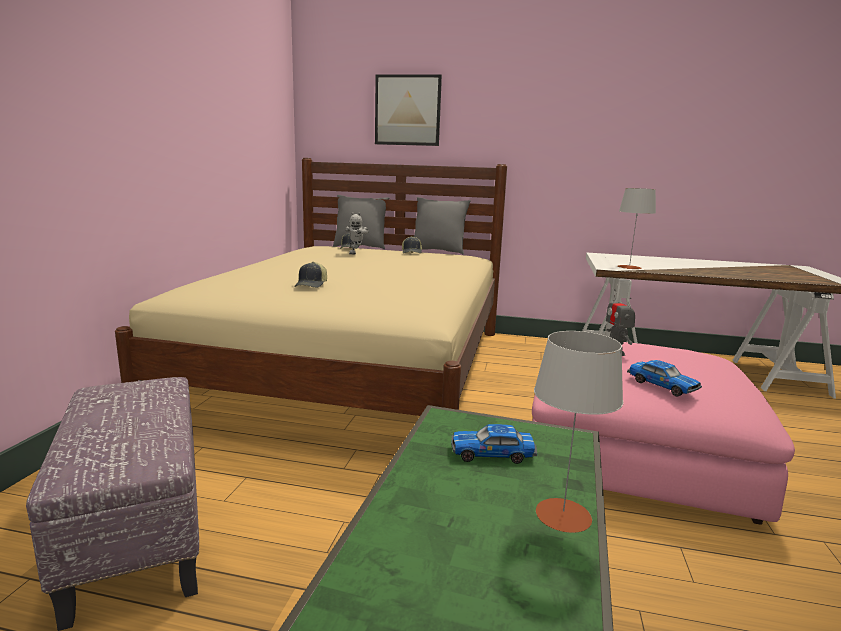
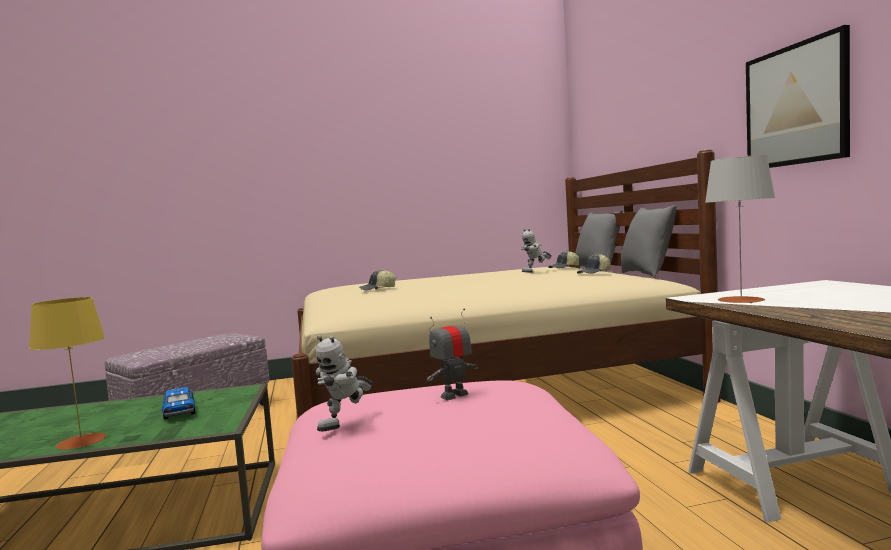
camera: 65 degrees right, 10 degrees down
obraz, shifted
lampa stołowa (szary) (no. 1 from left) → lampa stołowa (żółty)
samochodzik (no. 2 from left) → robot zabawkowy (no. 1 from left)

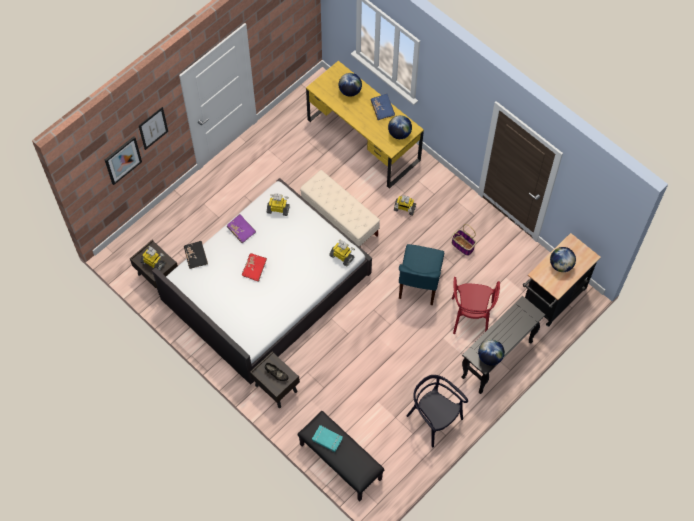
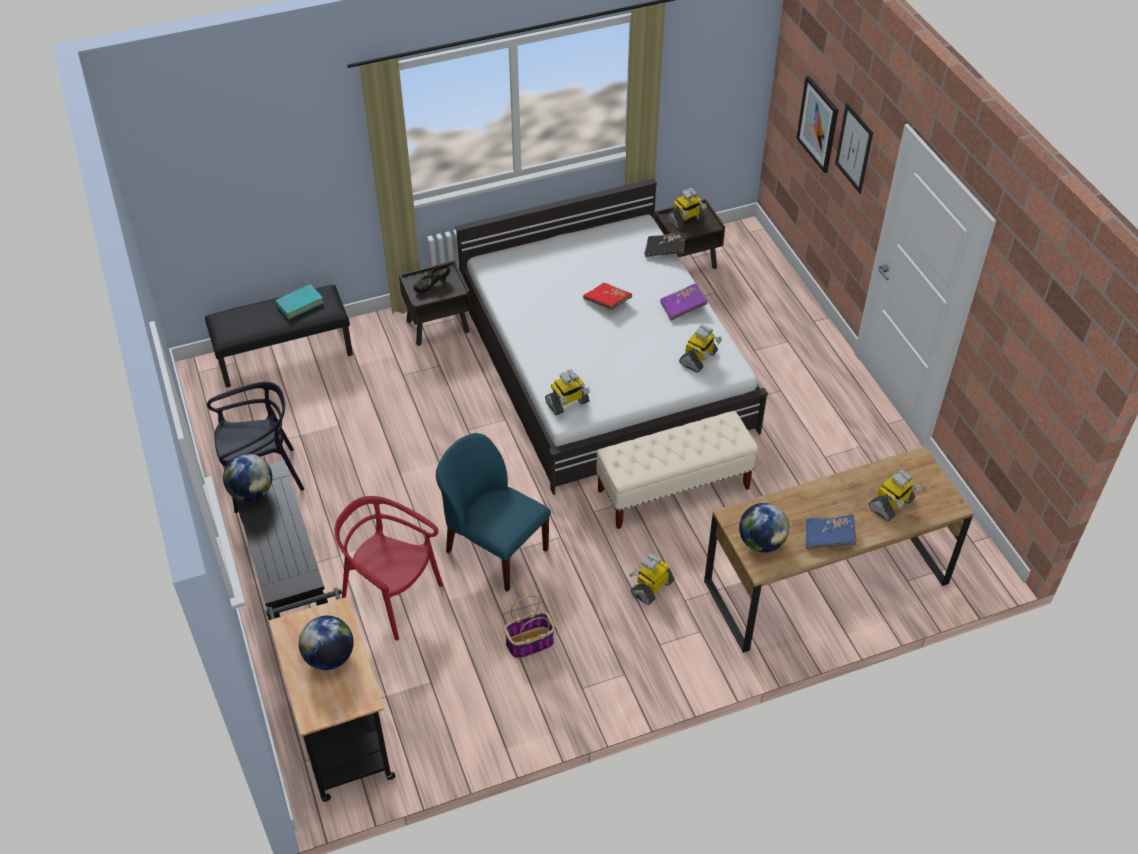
camera: 115 degrees right, 15 degrees down
biurko (żółty) → biurko (brązowy)
globus (no. 1 from left) → robot zabawkowy (no. 5 from left)

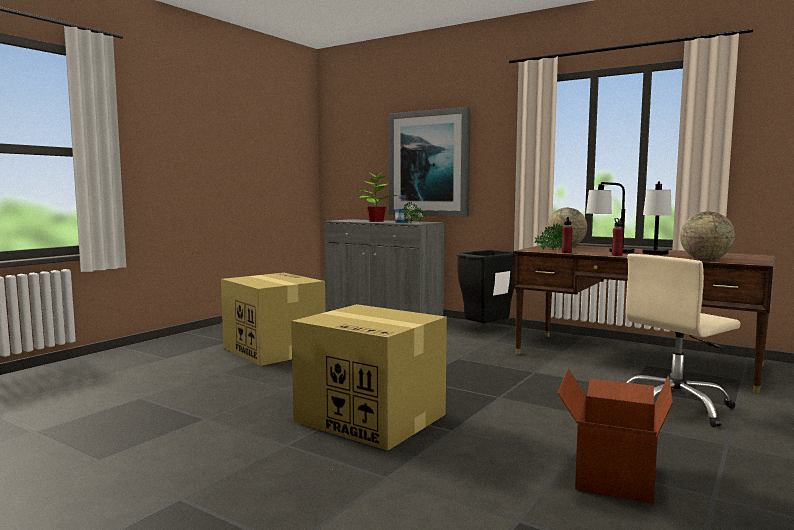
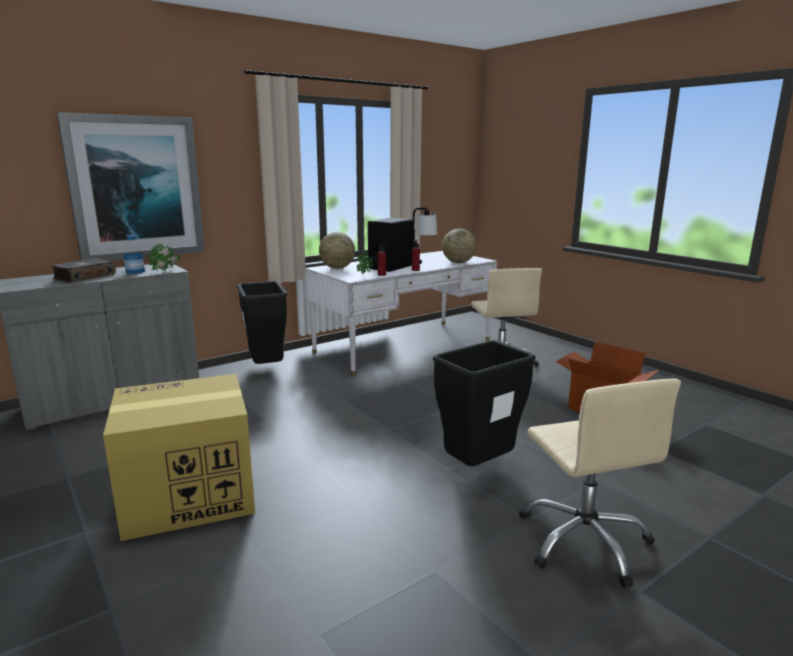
camera: 70 degrees left, 10 degrees up
roślina doniczkowa (no. 1 from left) → książka
lampa stołowa (no. 1 from left) → głośnik (czarny)
biurko (brązowy) → biurko (biały)
karton (no. 2 from left) → kosz na śmieci (czarny) (no. 2 from left)
- → krzesło biurowe (beżowy) (no. 2 from left)

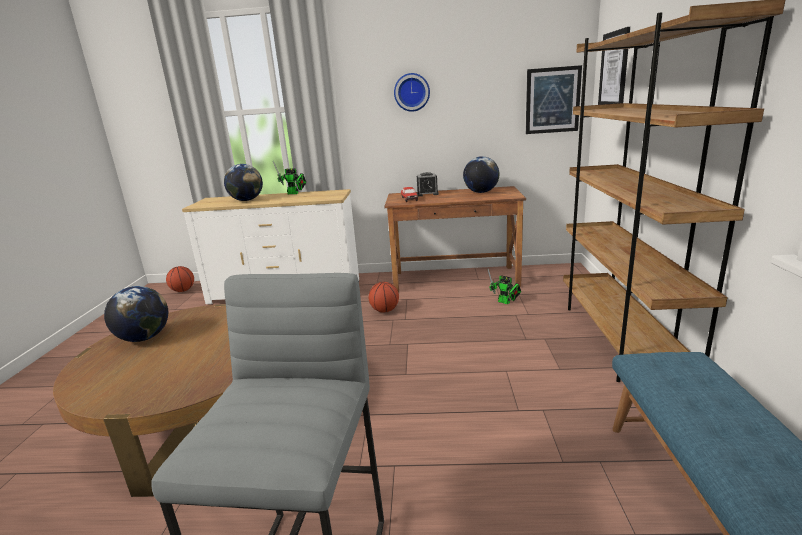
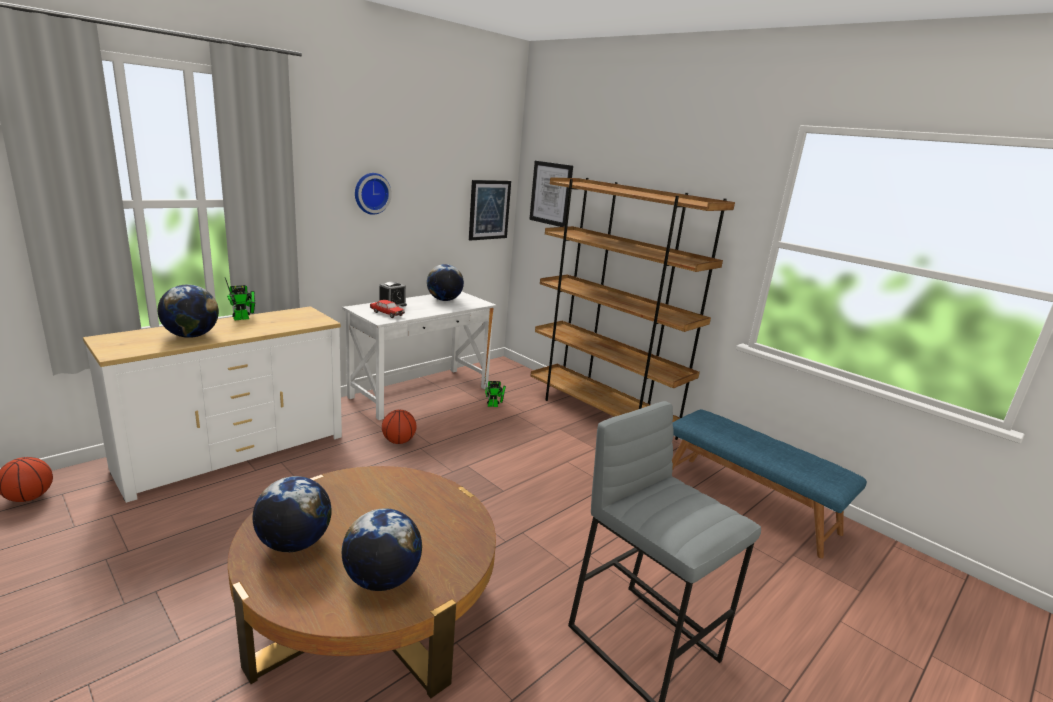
camera: 50 degrees left, 0 degrees up
biurko (brązowy) → biurko (biały)
- → globus (no. 3 from left)

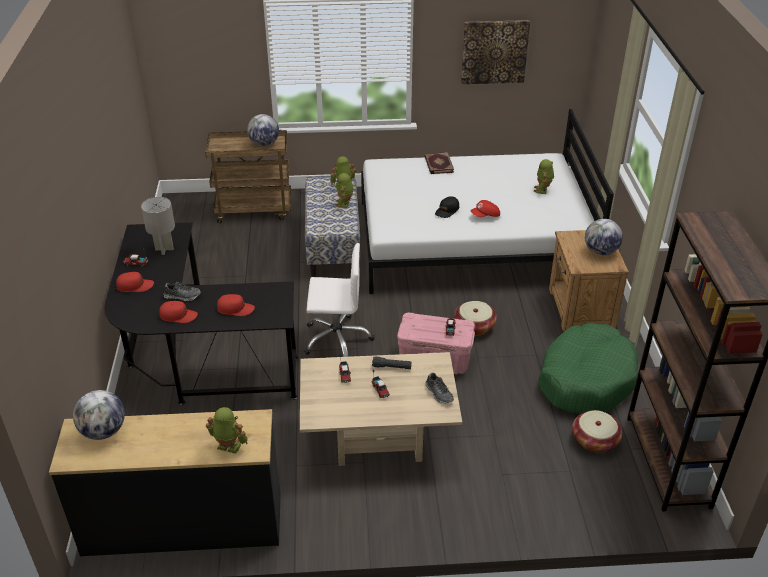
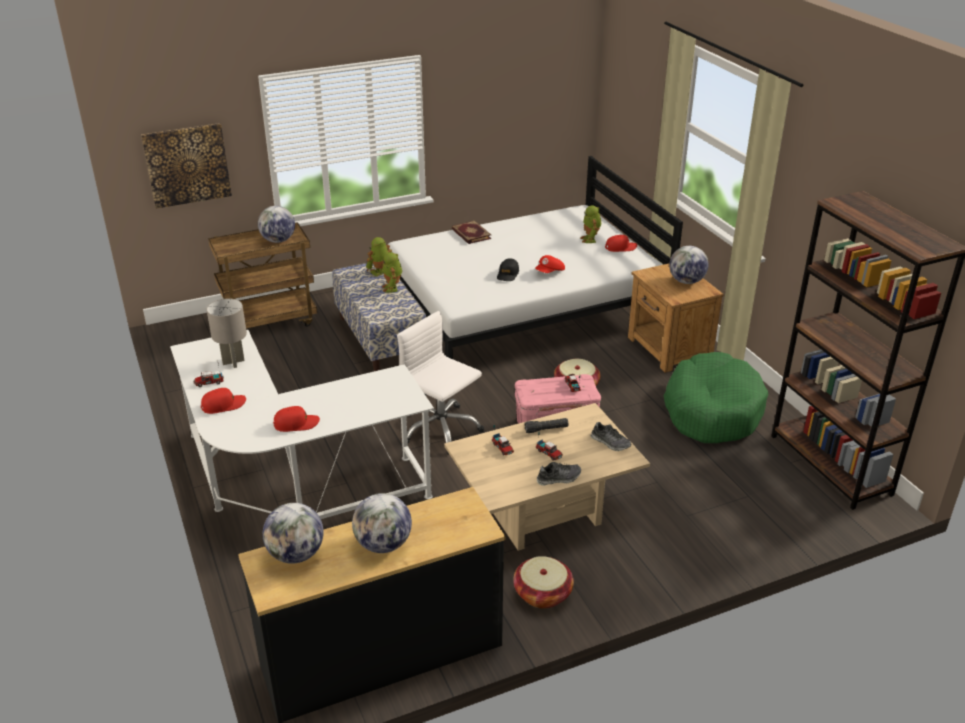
camera: 20 degrees left, 5 degrees down
obraz, shifted
biurko (czarny) → biurko (biały)
krzesło biurowe (biały), 120 degrees counterclockwise
but (no. 1 from left), shifted
czapka z daszkiem (czerwony) (no. 3 from left in the first image) → czapka z daszkiem (czerwony) (no. 4 from left), shifted
robot zabawkowy (no. 1 from left) → -
koszyk (no. 2 from left in the first image) → koszyk (no. 1 from left), shifted
- → globus (no. 3 from left)

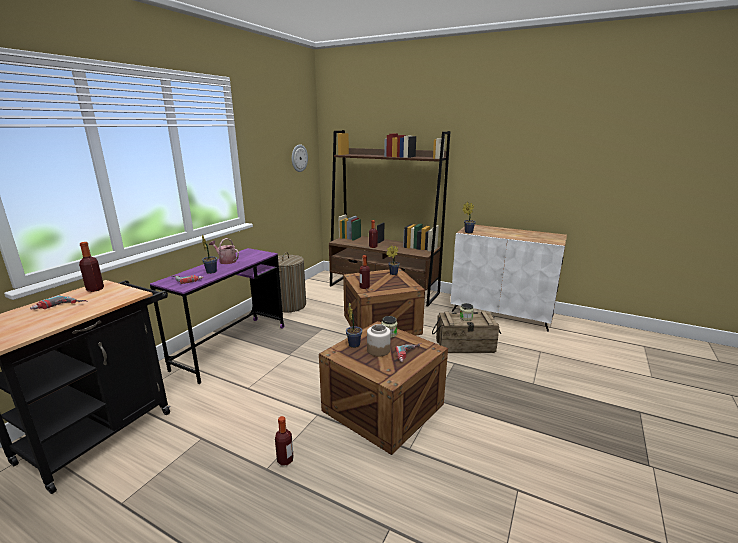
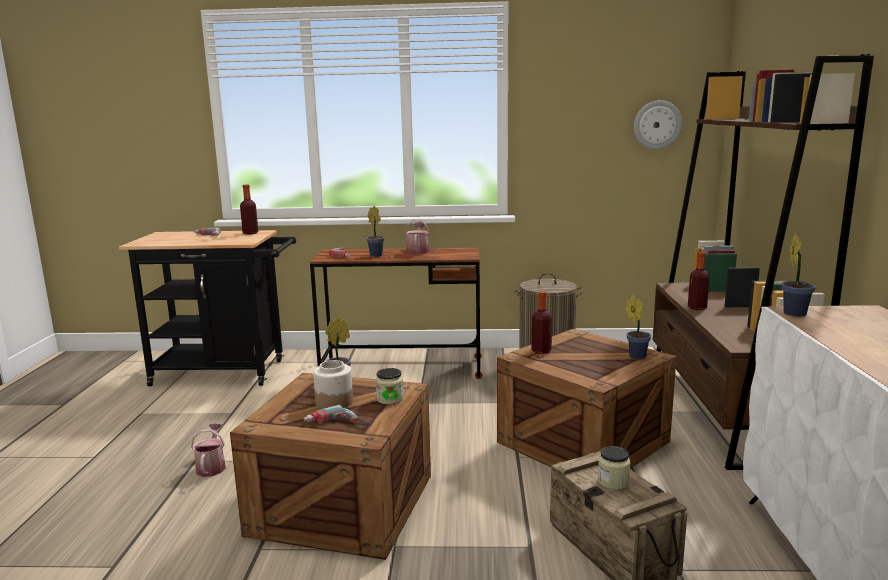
camera: 65 degrees right, 5 degrees down
biurko (fioletowy) → biurko (brązowy)
butelka (no. 2 from left) → konewka (no. 1 from left)

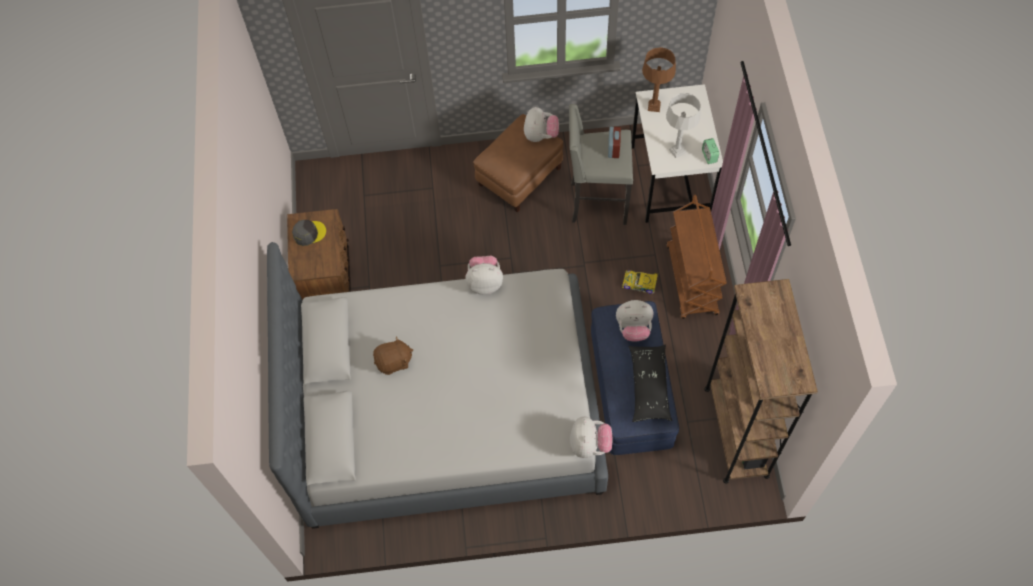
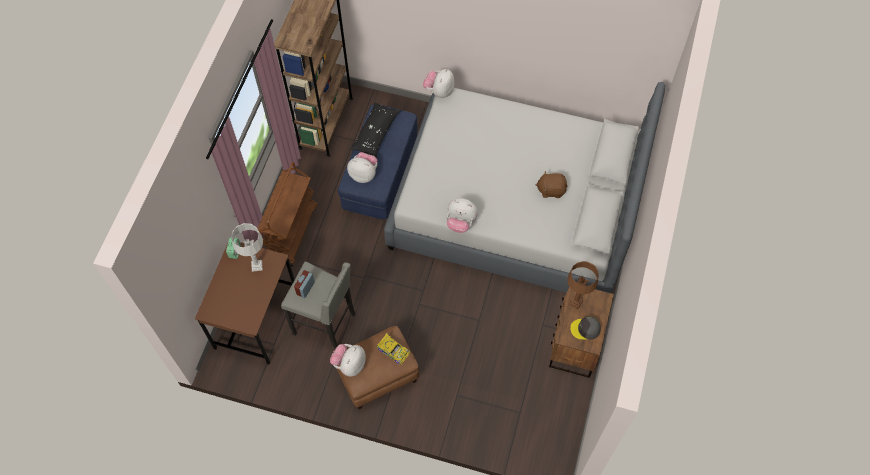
camera: 160 degrees left, 0 degrees up
lampa stołowa (brązowy), shifted
biurko (biały) → biurko (brązowy)
samochodzik, shifted

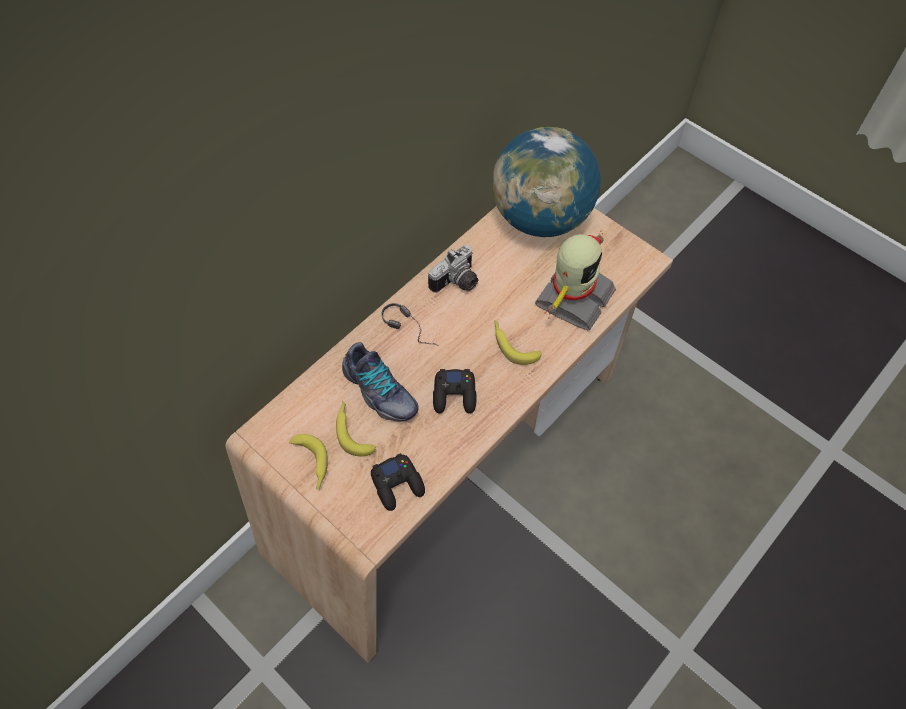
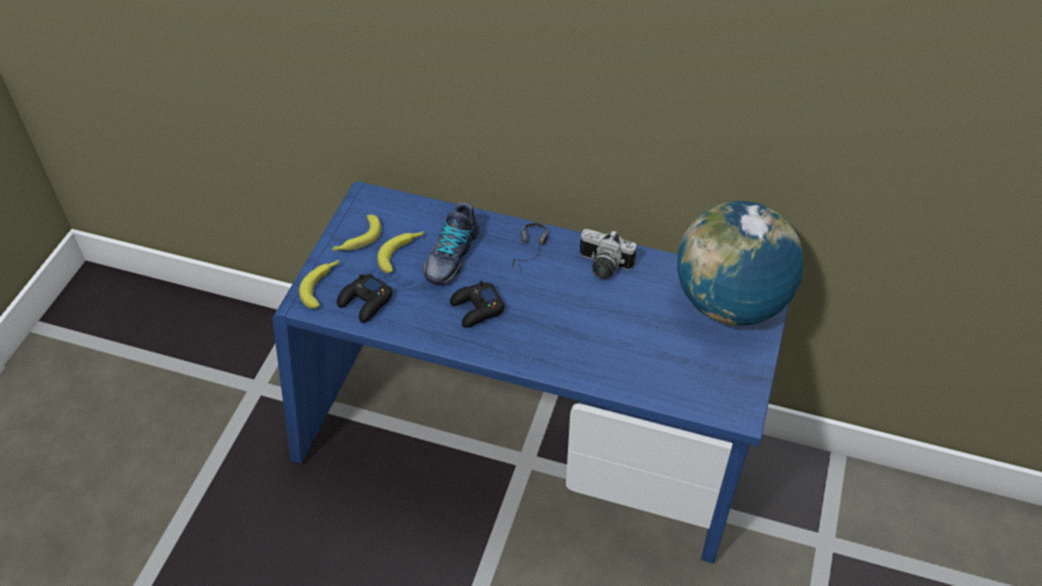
camera: 65 degrees right, 10 degrees down
biurko (beżowy) → biurko (niebieski)
robot zabawkowy → -
banan (no. 3 from left in the first image) → banan (no. 1 from left), shifted

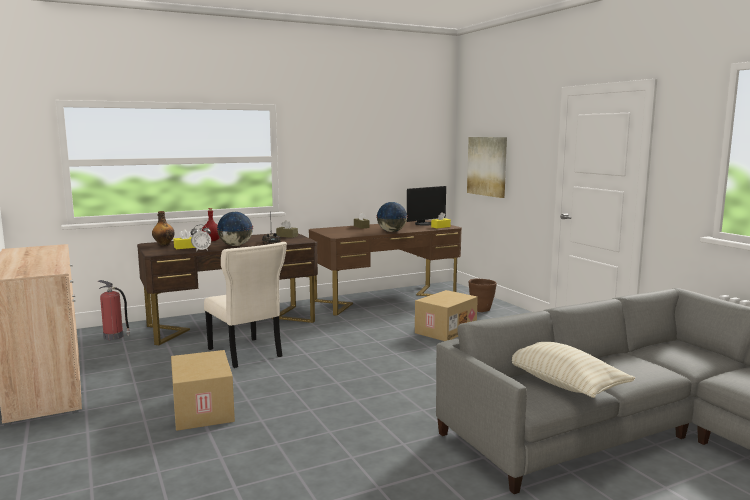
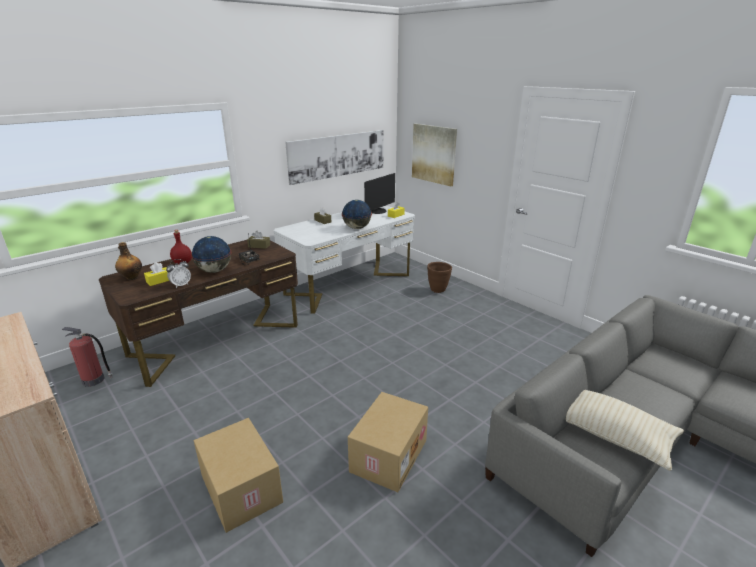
camera: 15 degrees left, 15 degrees up
biurko (brązowy) (no. 2 from left) → biurko (biały)
krzesło (beżowy) → -
karton (no. 2 from left), shifted
- → obraz (no. 1 from left)

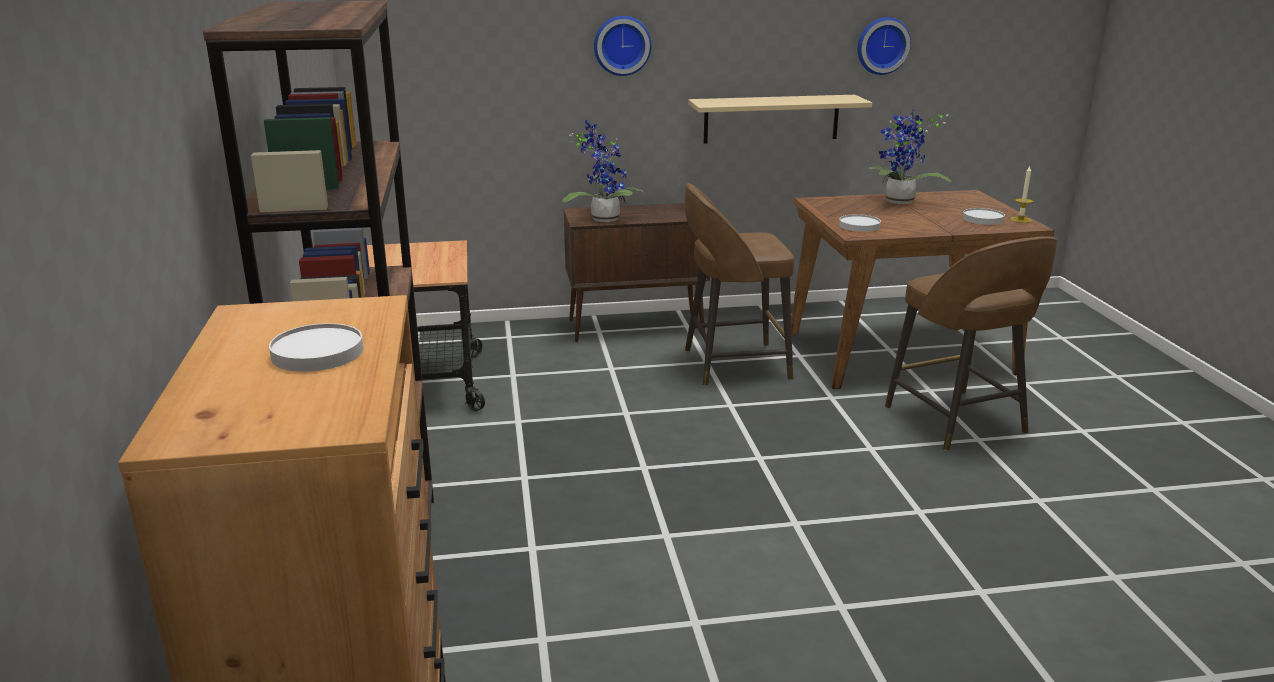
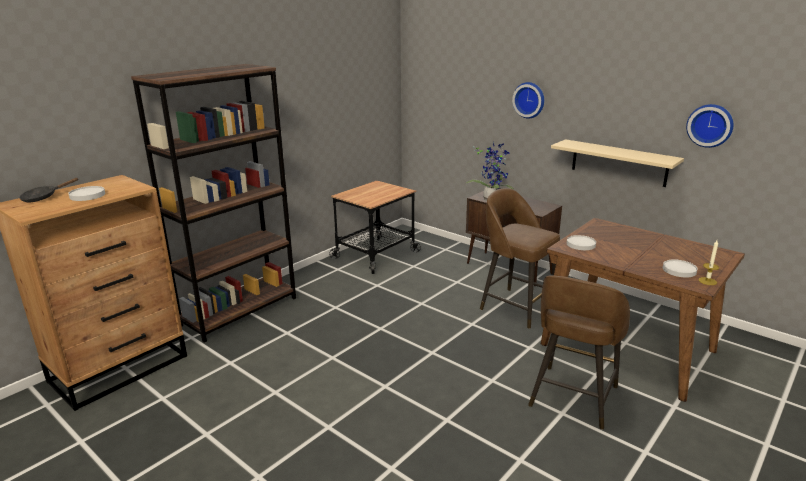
camera: 50 degrees right, 0 degrees up
roślina doniczkowa (no. 2 from left) → -
- → patelnia (czarny)

